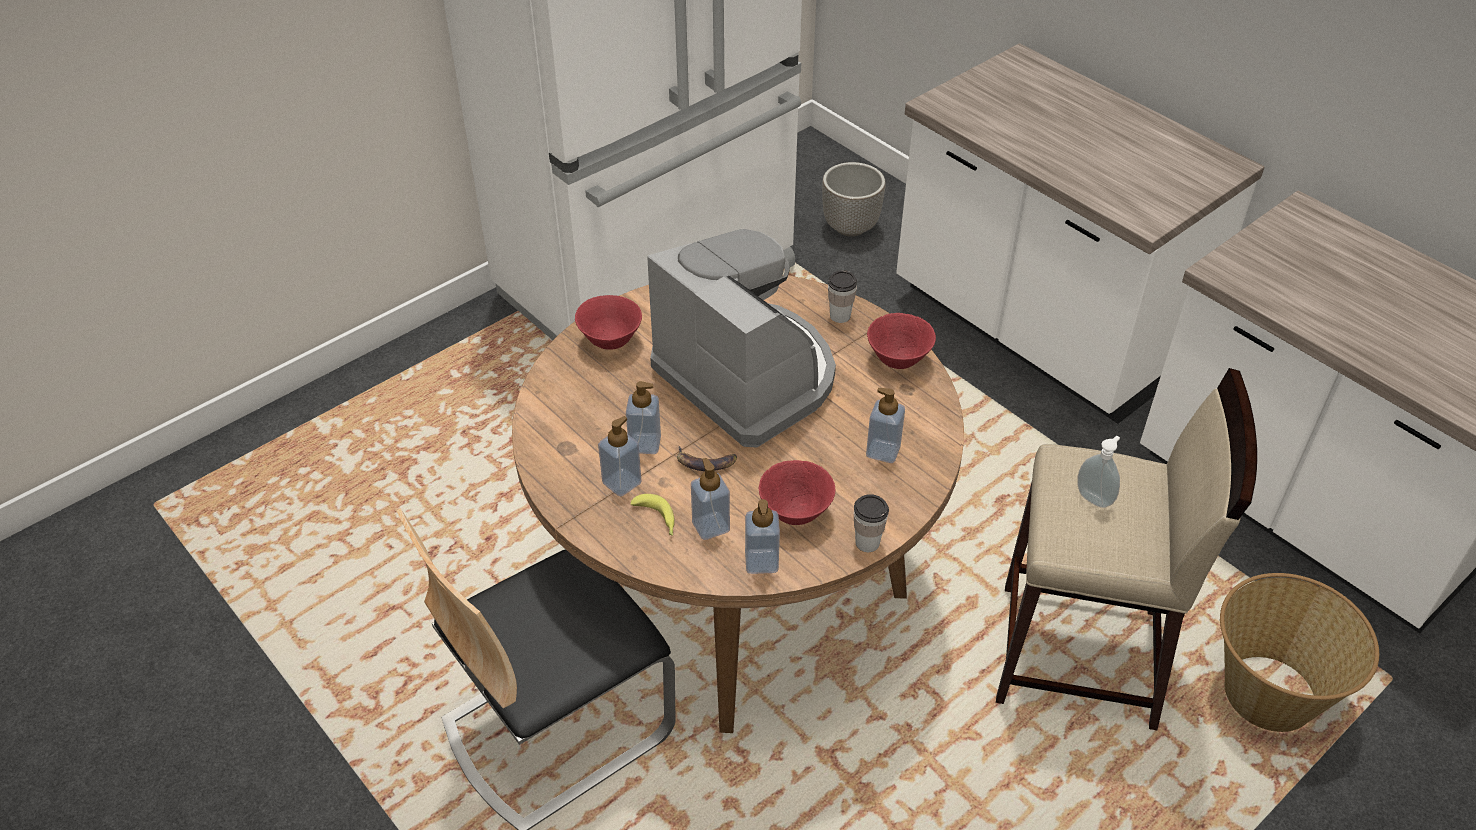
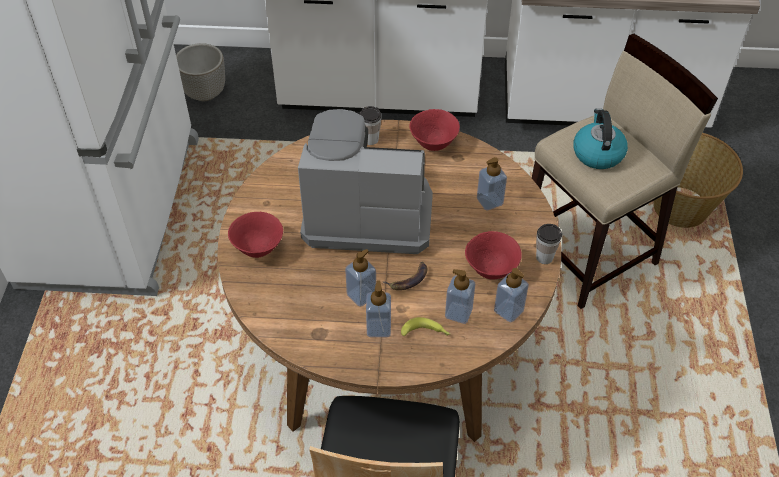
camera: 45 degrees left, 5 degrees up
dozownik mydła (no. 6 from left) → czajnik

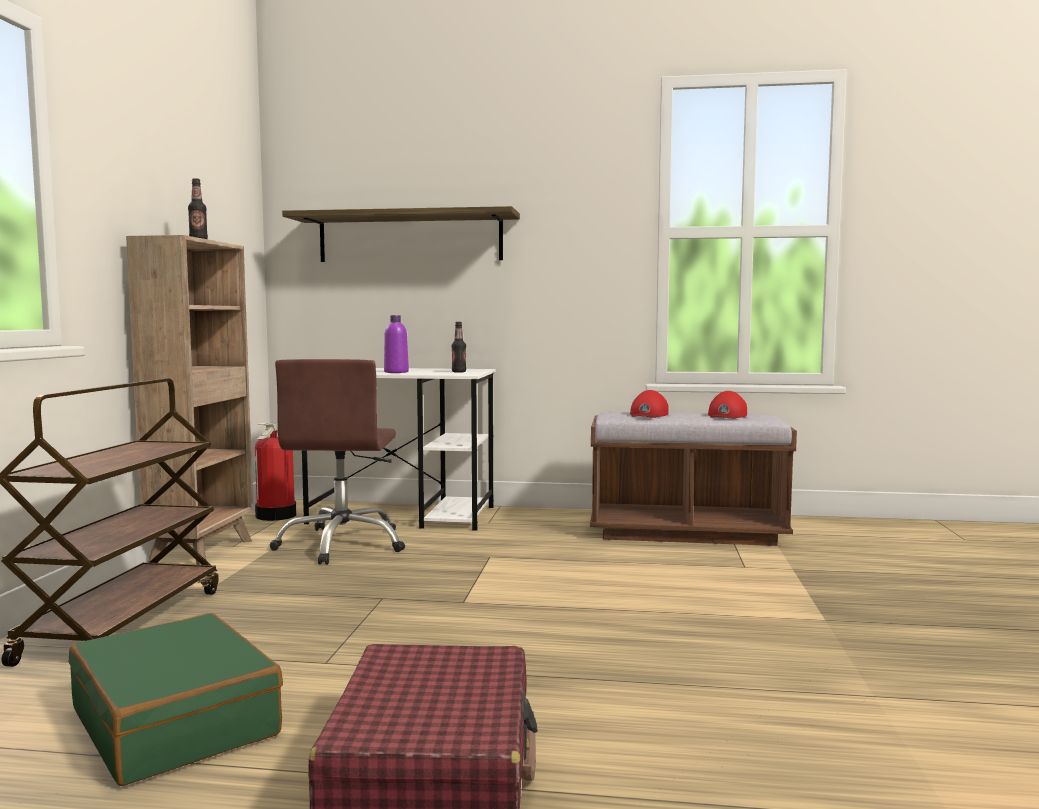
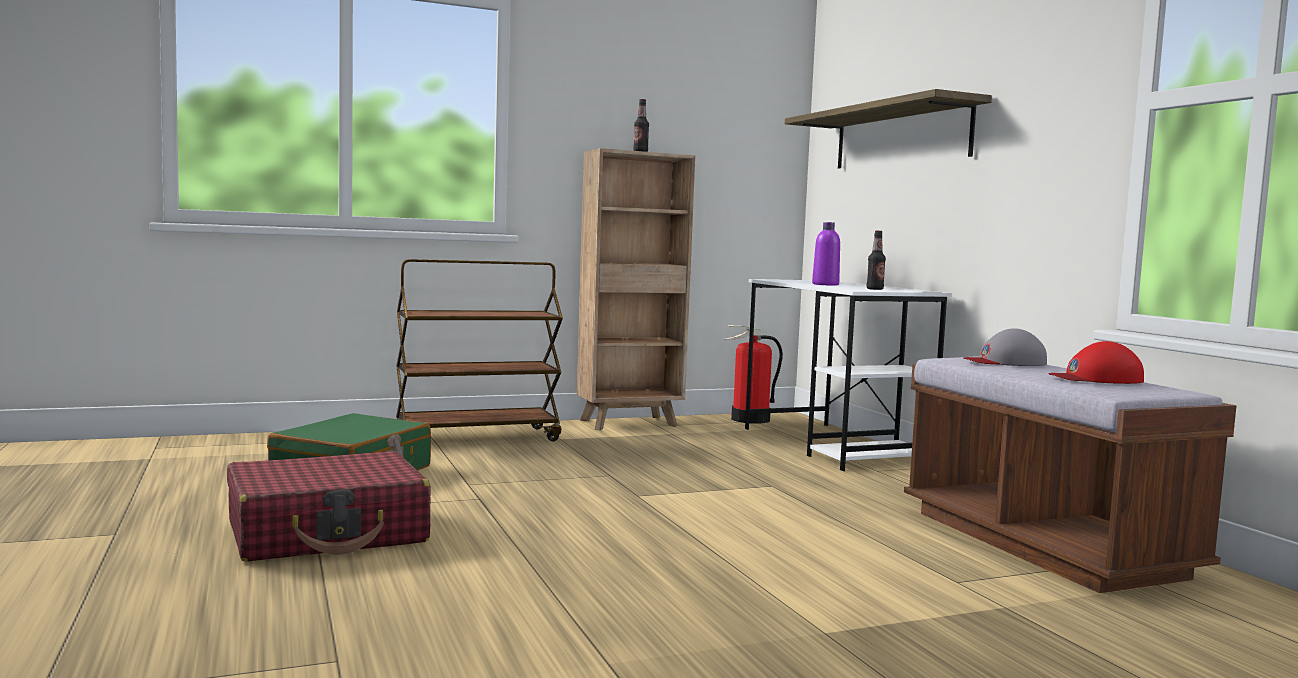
camera: 60 degrees right, 0 degrees up
krzesło biurowe (brązowy) → -
czapka z daszkiem (czerwony) (no. 1 from left) → czapka z daszkiem (szary)

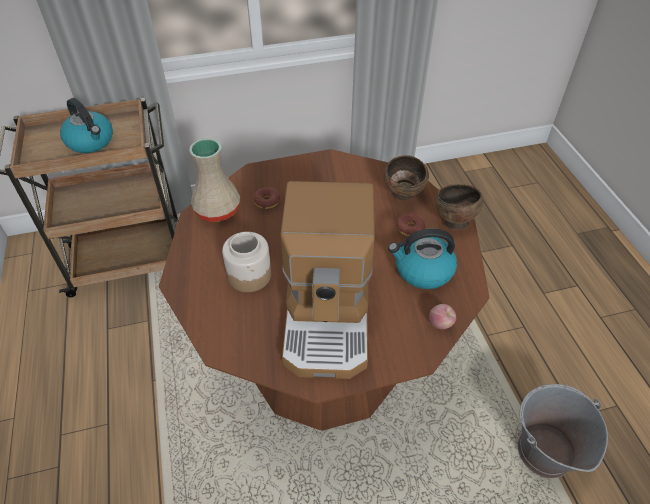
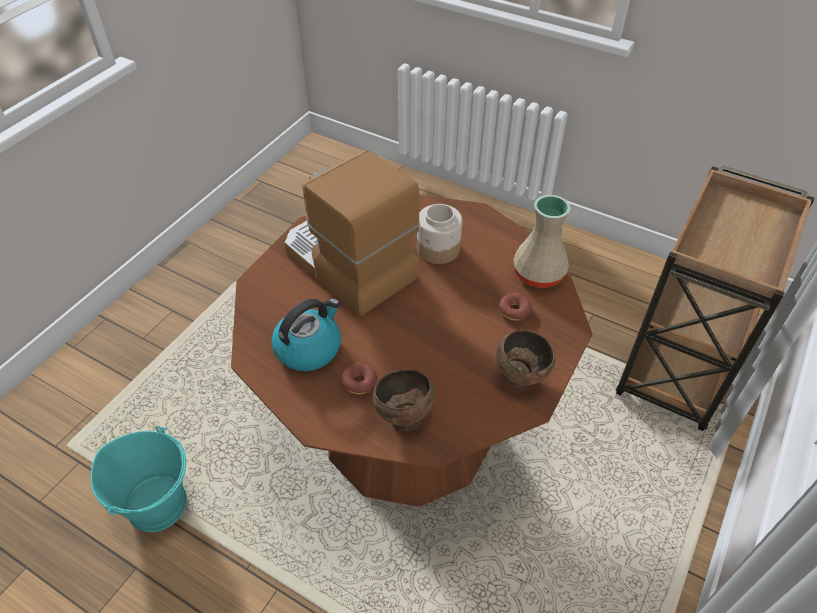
camera: 135 degrees right, 0 degrees up
czajnik (no. 1 from left) → -
miska (brązowy) (no. 2 from left), shifted
jabłko → -
wiadro (szary) → wiadro (turkusowy)

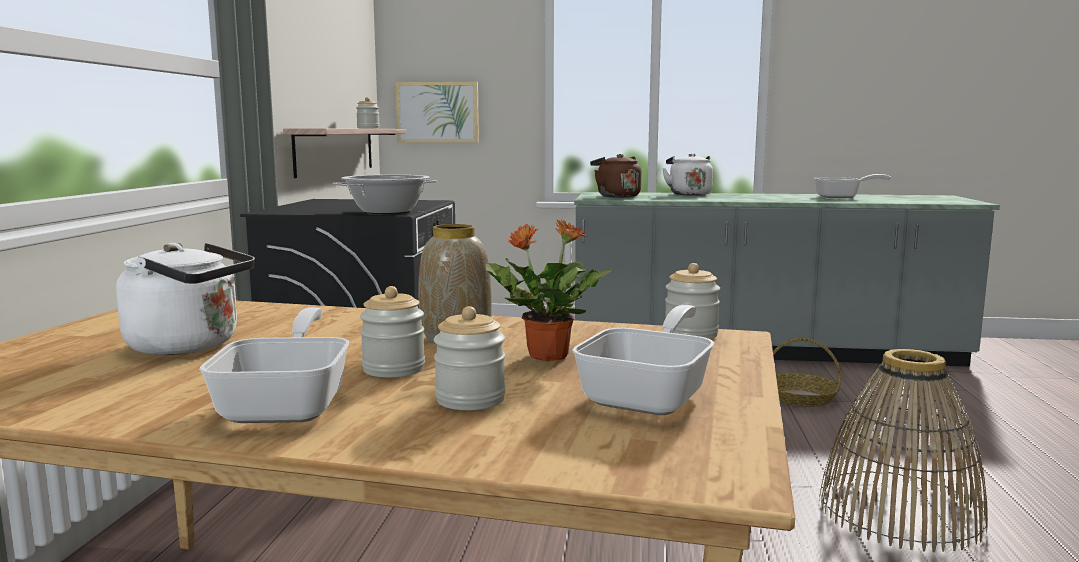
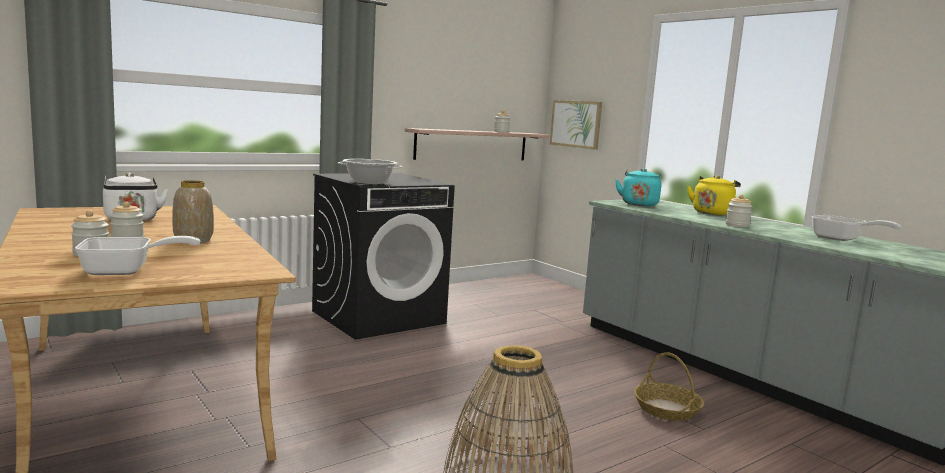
camera: 45 degrees right, 0 degrees up
czajnik (biały) (no. 2 from left) → czajnik (żółty)
czajnik (brązowy) → czajnik (turkusowy)
roślina doniczkowa → -
słoik (no. 4 from left), shifted
patelnia (no. 1 from left) → -

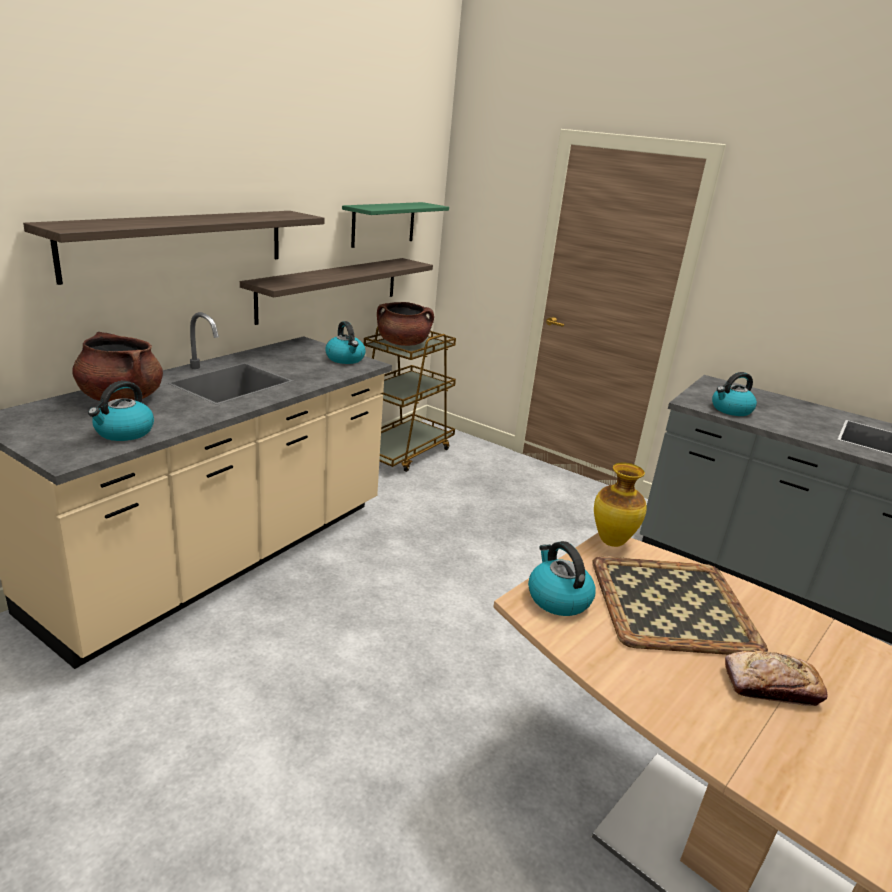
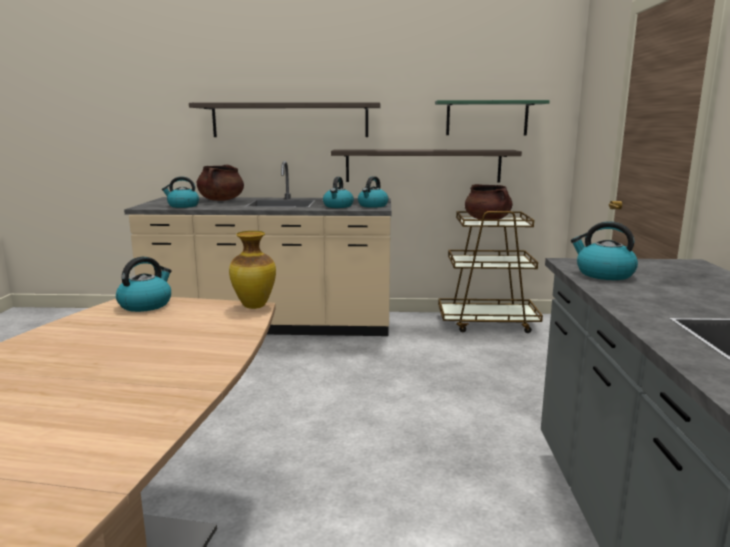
camera: 60 degrees right, 10 degrees down
taca → -
chleb → -
- → czajnik (no. 3 from left)

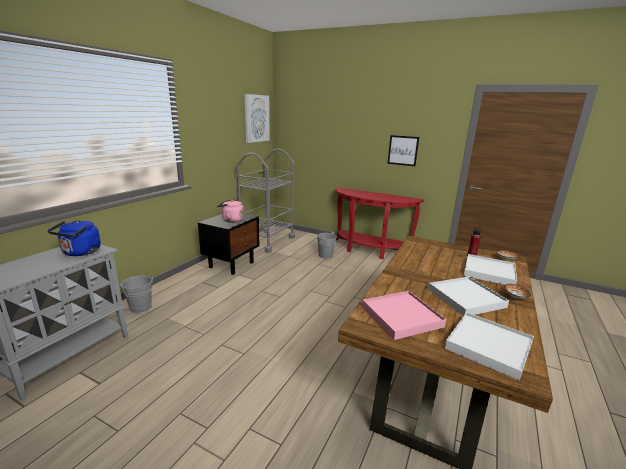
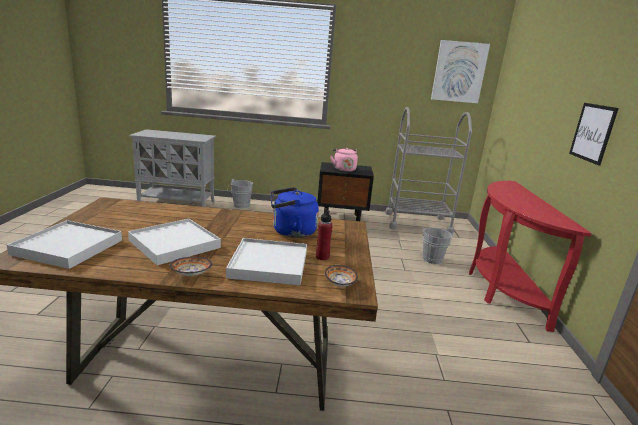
camera: 65 degrees right, 0 degrees up
czajnik (niebieski), shifted
taca (różowy) → -

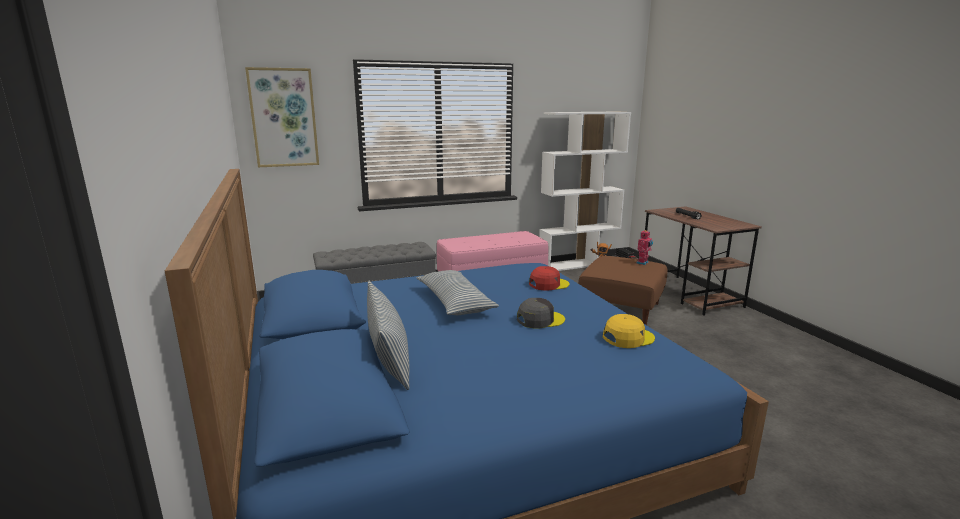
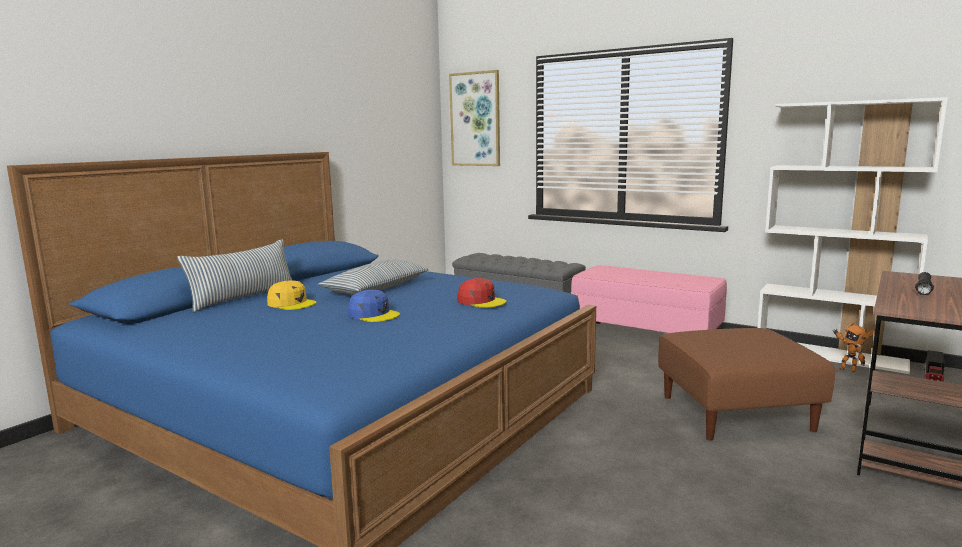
camera: 55 degrees right, 5 degrees down
robot zabawkowy (no. 2 from left) → -
czapka z daszkiem (szary) → czapka z daszkiem (niebieski)
czapka z daszkiem (żółty), shifted

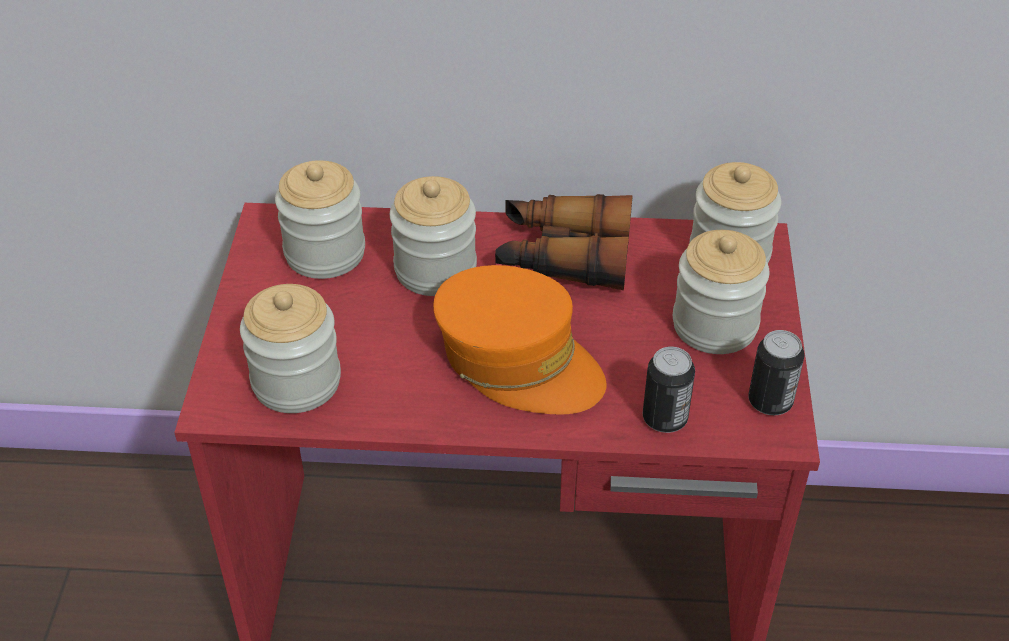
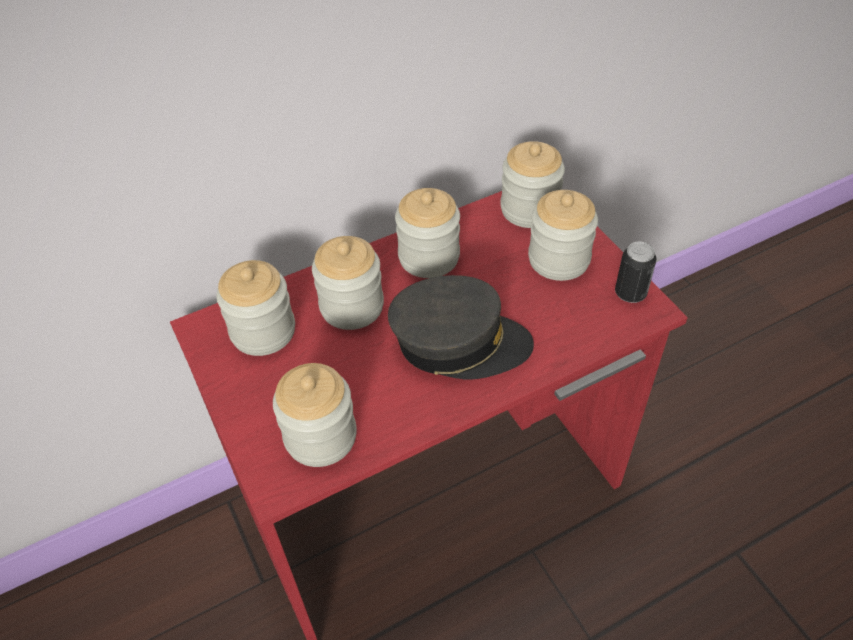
camera: 30 degrees left, 5 degrees up
lornetka → słoik (no. 4 from left)
czapka z daszkiem (pomarańczowy) → czapka z daszkiem (szary)
puszka (no. 1 from left) → -

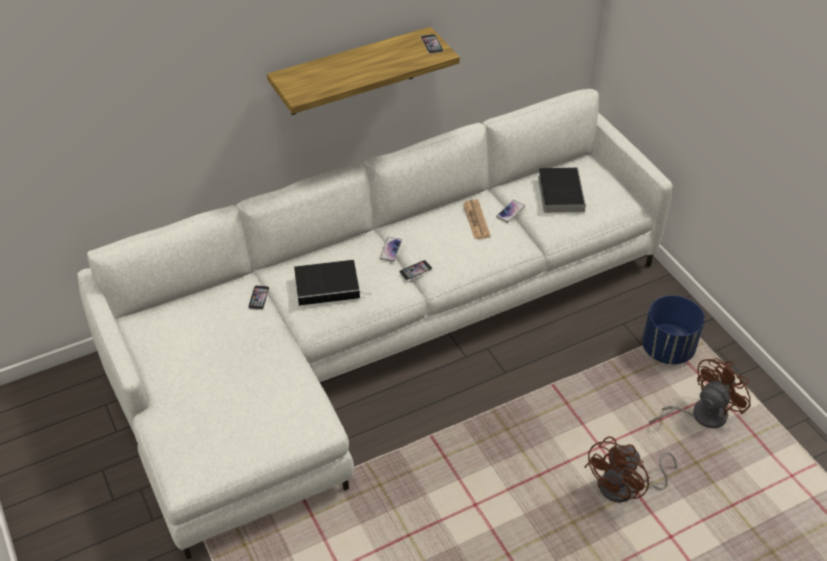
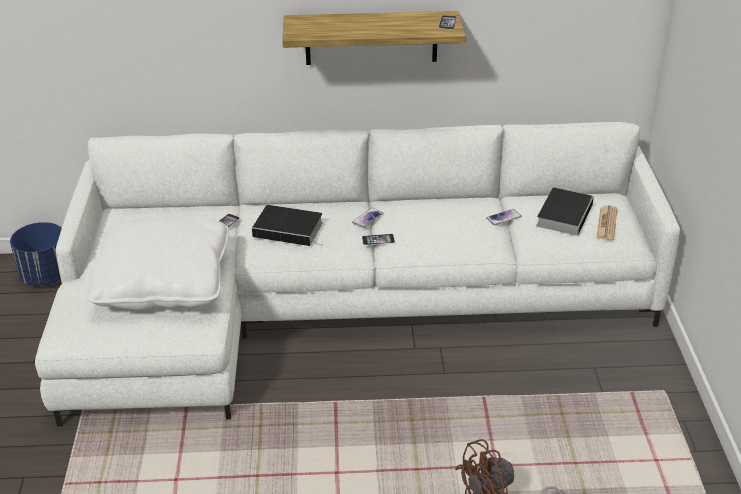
camera: 25 degrees right, 10 degrees down
gazeta, shifted
donica (niebieski), shifted
wentylator (brązowy) (no. 2 from left) → -
- → poduszka (biały)

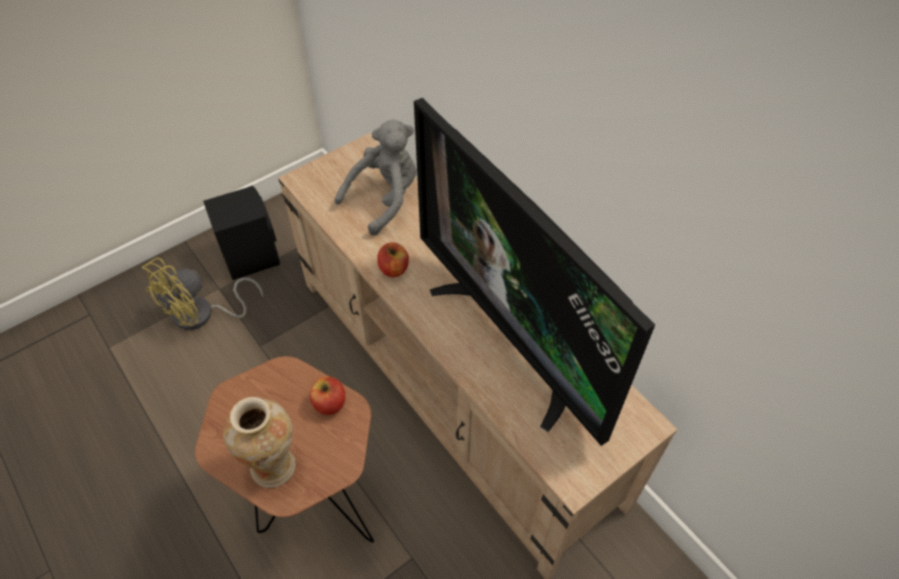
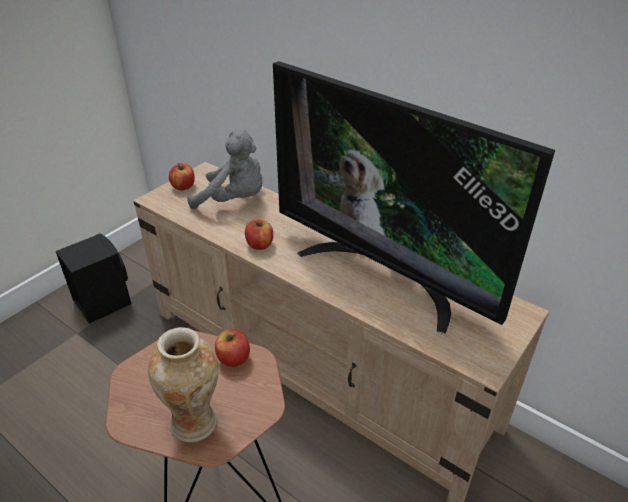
camera: 15 degrees left, 15 degrees down
pluszak (szary), 75 degrees clockwise
wentylator (żółty) → -
- → jabłko (no. 1 from left)

